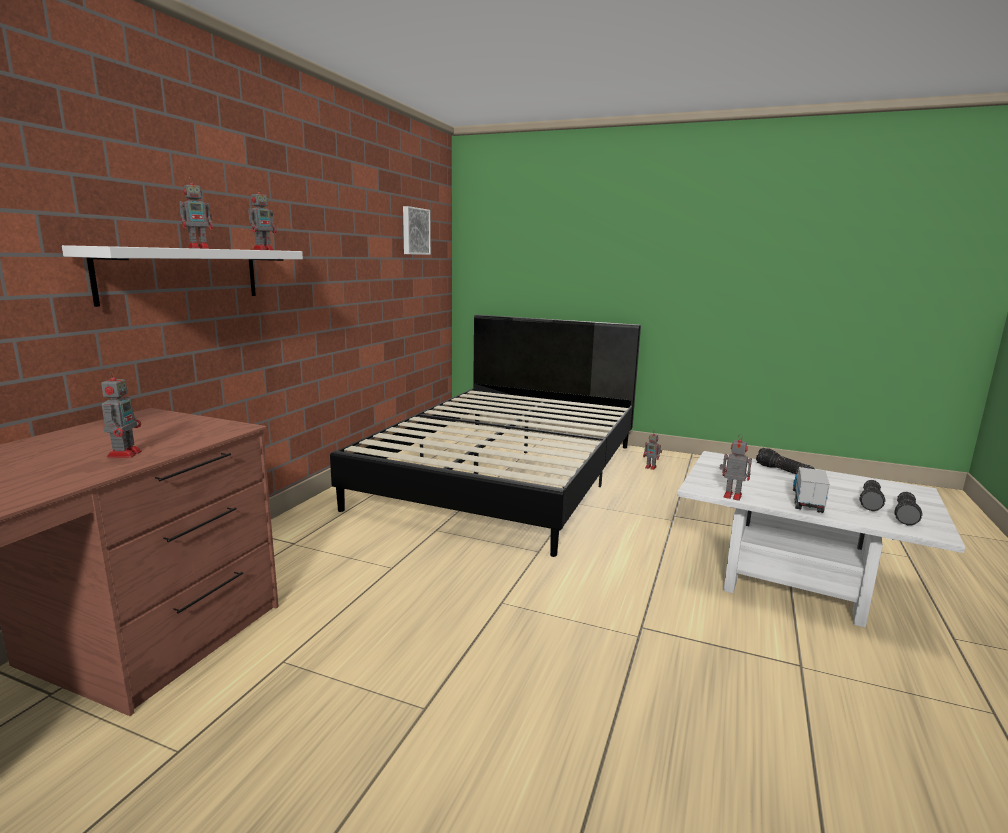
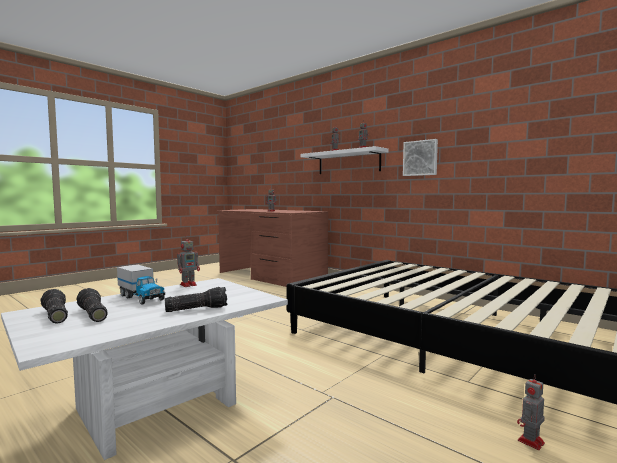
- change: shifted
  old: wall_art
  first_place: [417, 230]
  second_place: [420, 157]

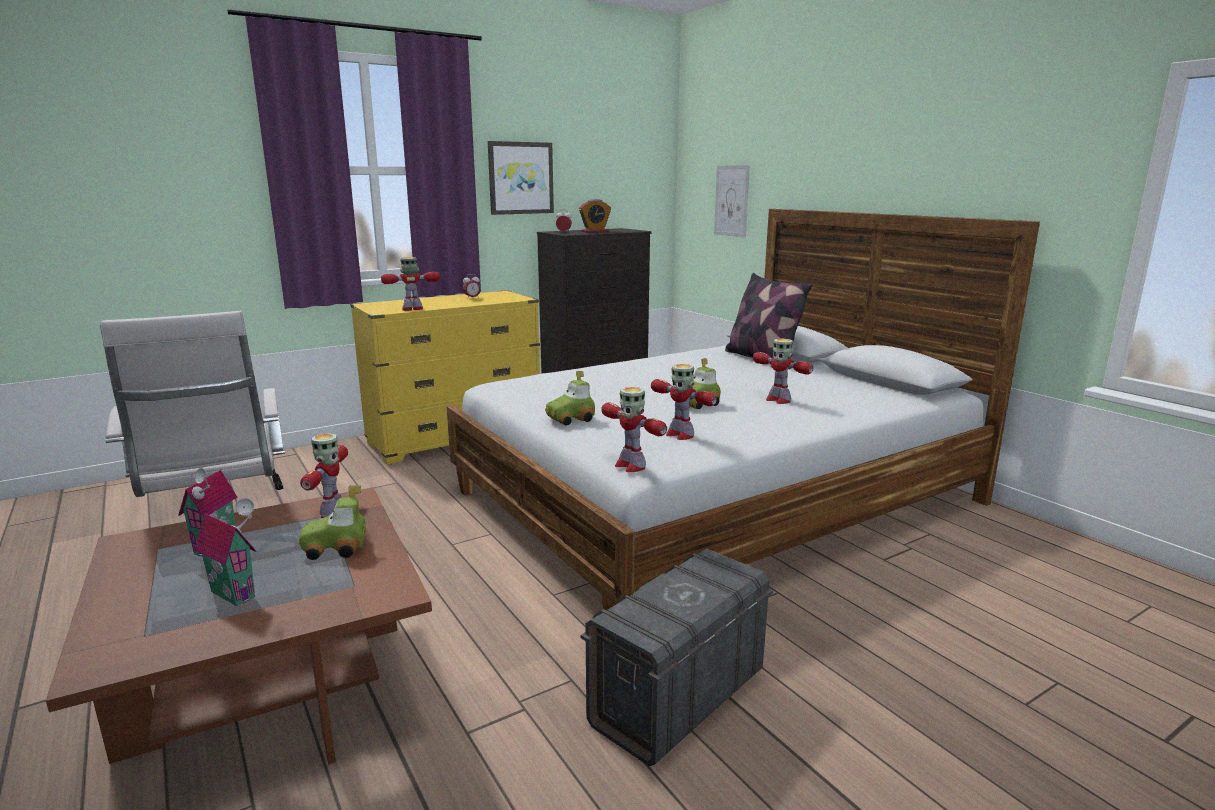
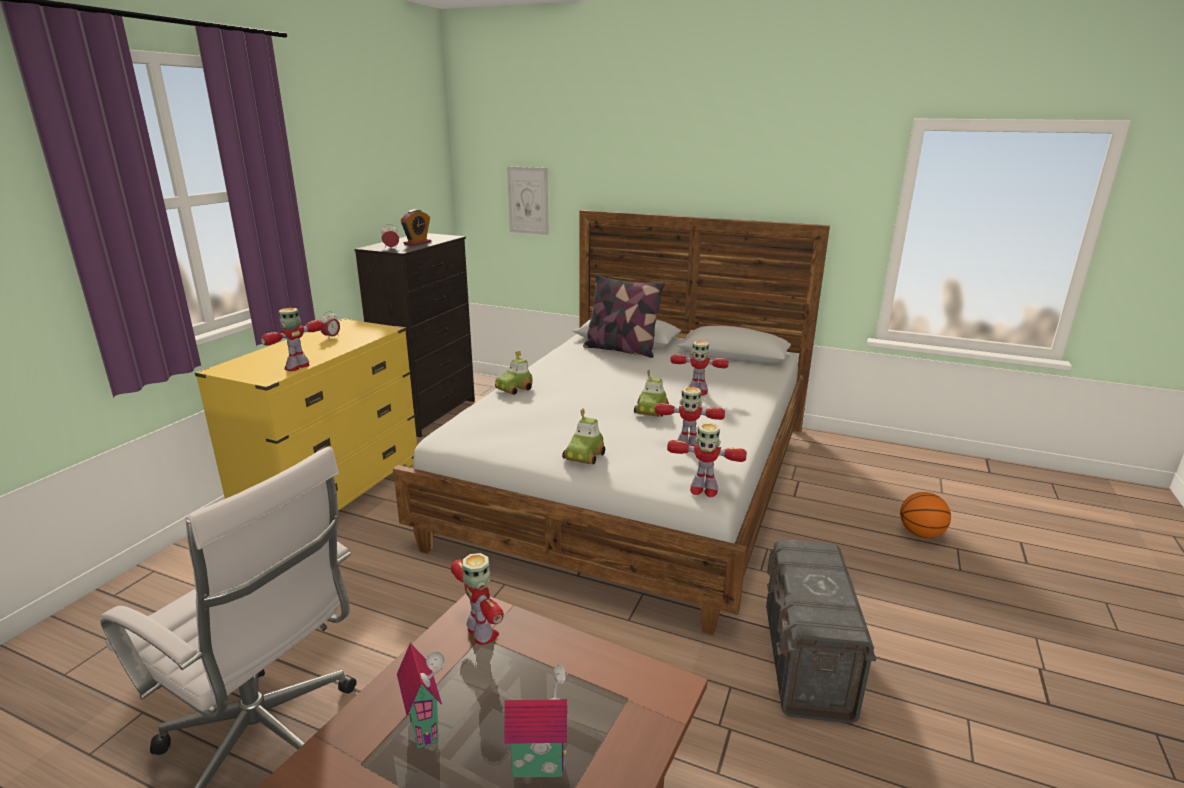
- change: gone
  old: wall_art
  first_place: [521, 178]
- change: shifted
  old: model_car
  first_place: [332, 522]
  second_place: [513, 373]
- change: new
  new: basketball_ball
  second_place: [925, 515]

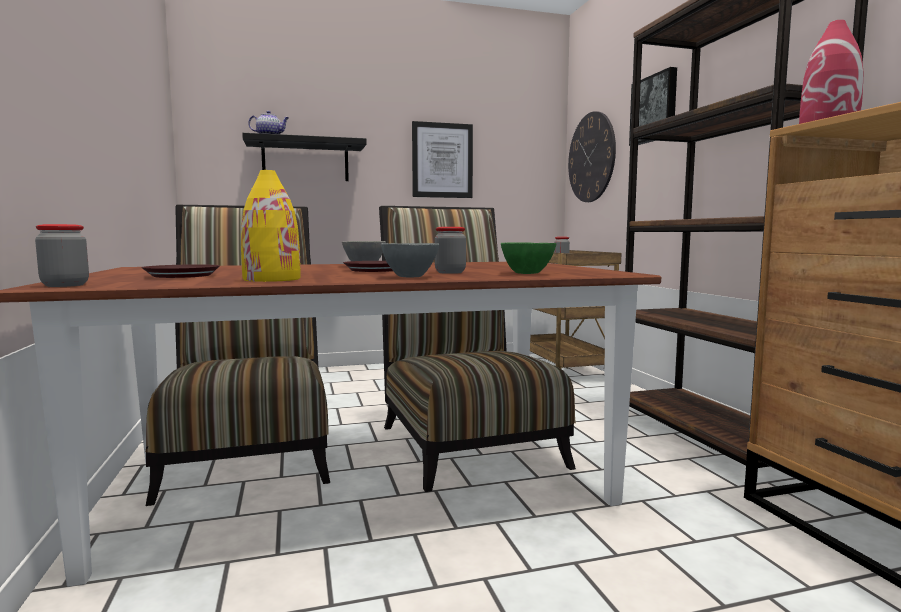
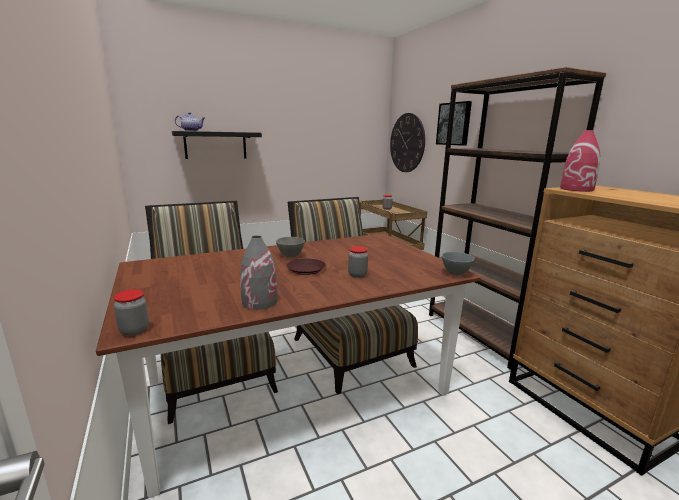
- change: gone
  old: wall_art
  first_place: [442, 159]
- change: repainted
  old: yellow_vase
  new: gray_vase
  first_place: [271, 226]
  second_place: [259, 273]
- change: gone
  old: green_serving_bowl
  first_place: [528, 258]
- change: shifted
  old: gray_serving_bowl
  first_place: [410, 260]
  second_place: [458, 263]
- change: gone
  old: brown_flat_dish
  first_place: [180, 271]

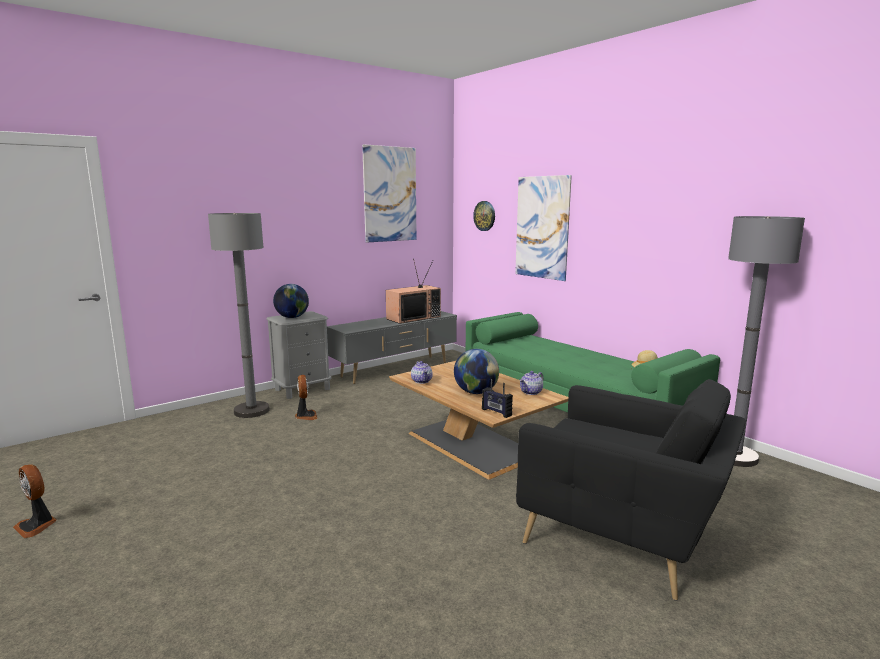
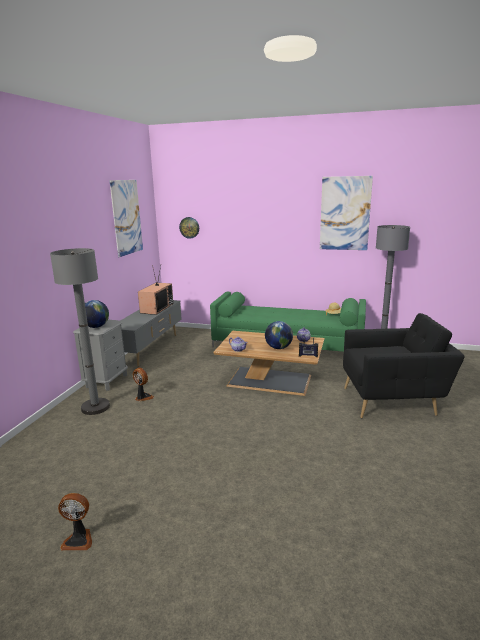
- change: shifted
  old: wall_art
  first_place: [543, 228]
  second_place: [346, 213]

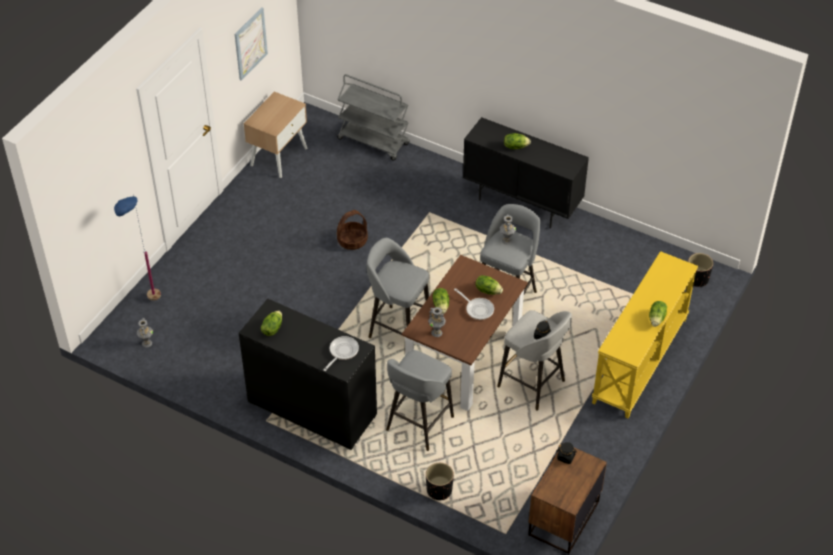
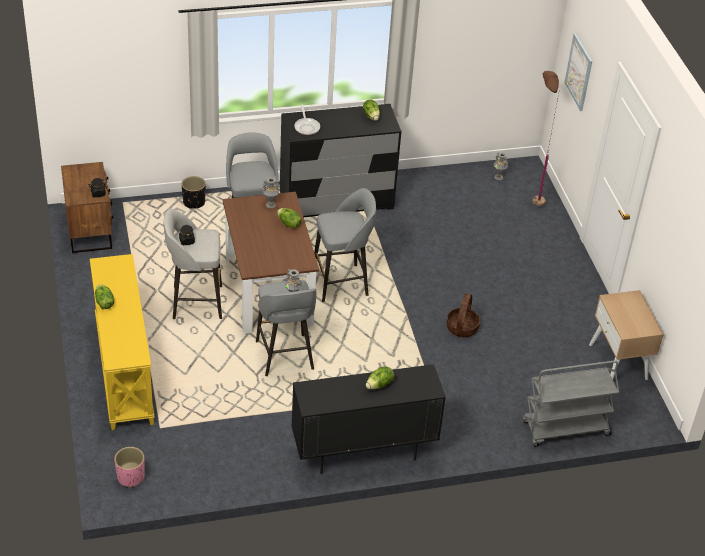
- change: shifted
  old: wall_art
  first_place: [251, 44]
  second_place: [578, 72]
- change: repainted
  old: bluish_standard_lamp
  new: brown_standard_lamp
  first_place: [137, 247]
  second_place: [546, 138]
- change: repainted
  old: black_plant_pot
  new: pinkish_plant_pot
  first_place: [700, 270]
  second_place: [129, 467]
- change: gone
  old: head_of_lettuce
  first_place: [489, 285]
- change: gone
  old: frying_pan
  first_place: [474, 304]

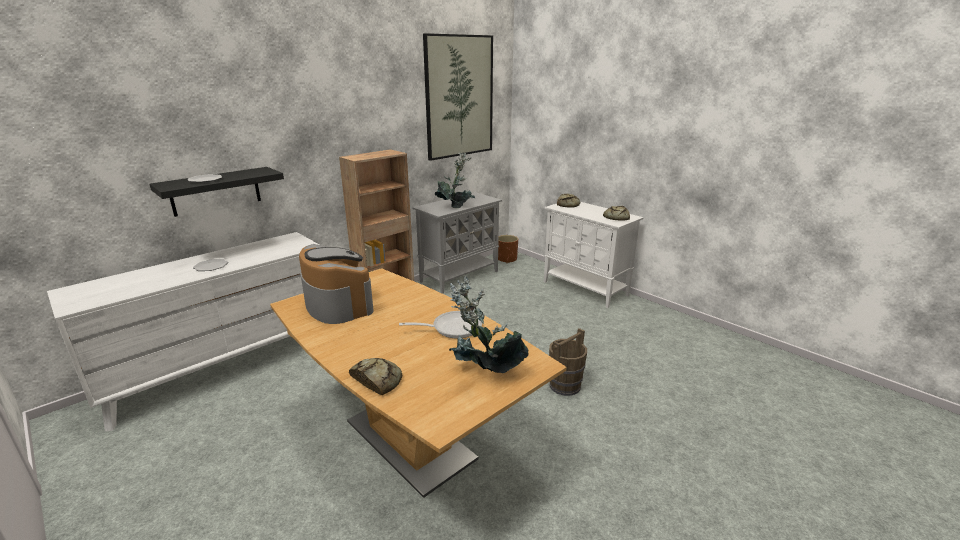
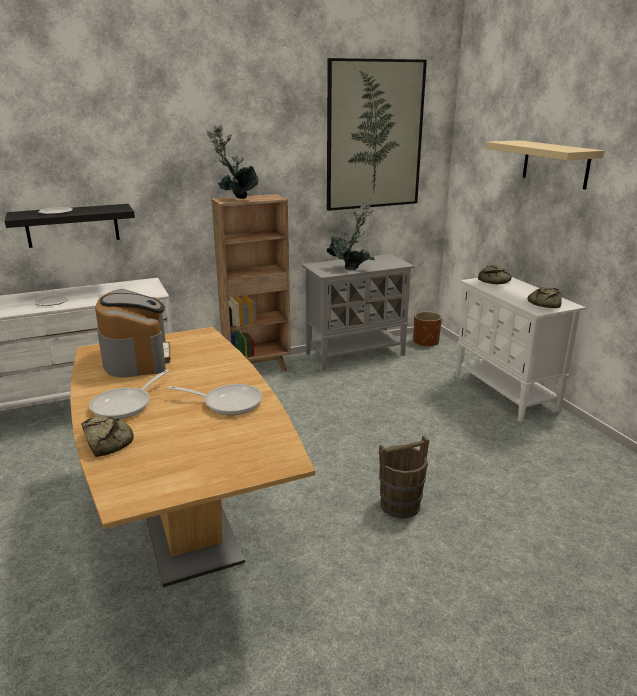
- change: shifted
  old: houseplant
  first_place: [488, 324]
  second_place: [232, 161]
- change: new
  new: beige_shelf
  second_place: [545, 164]
- change: new
  new: frying_pan
  second_place: [129, 394]

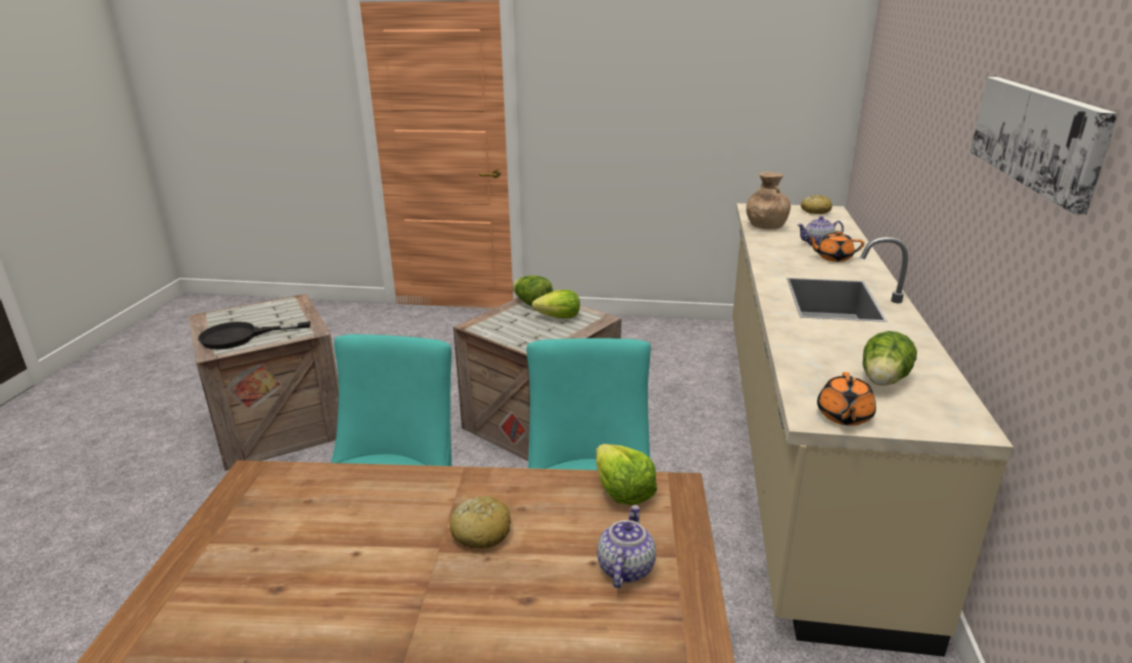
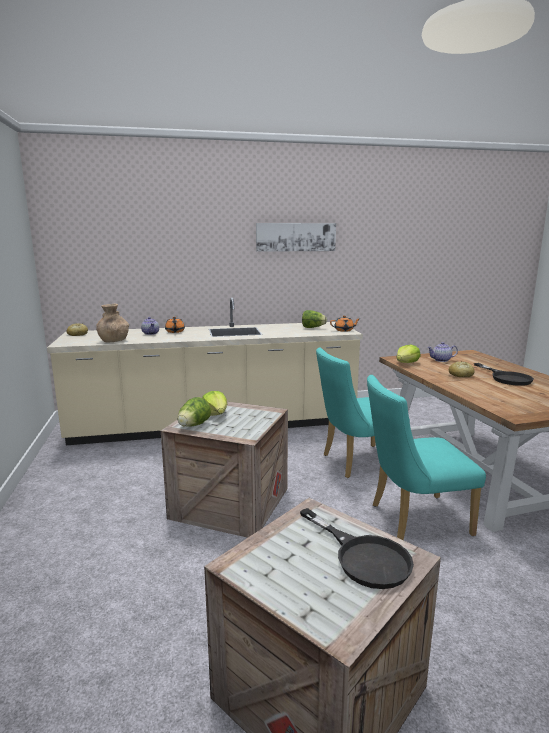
- change: new
  new: black_frying_pan
  second_place: [504, 374]

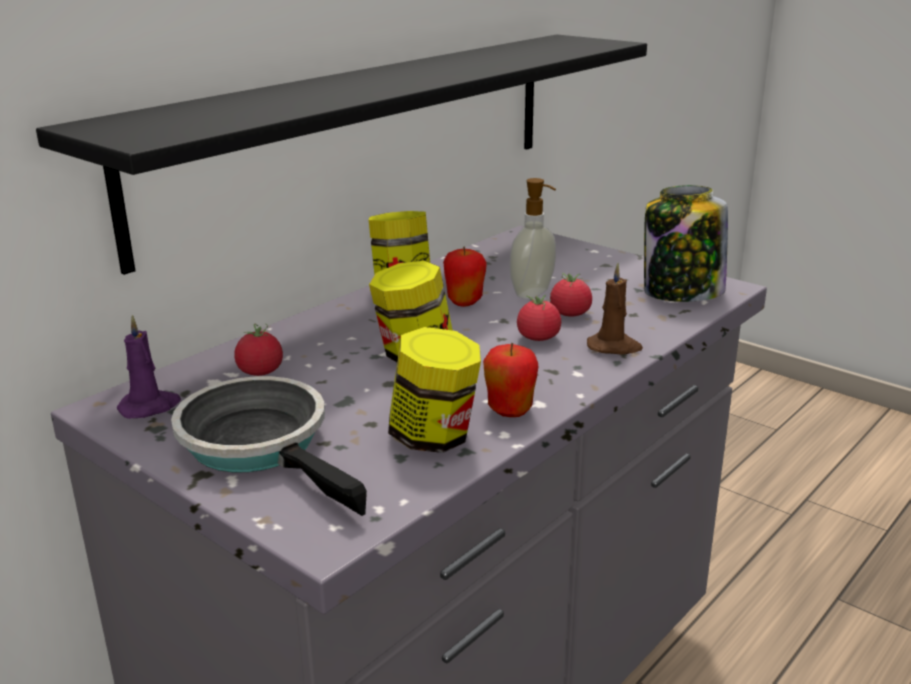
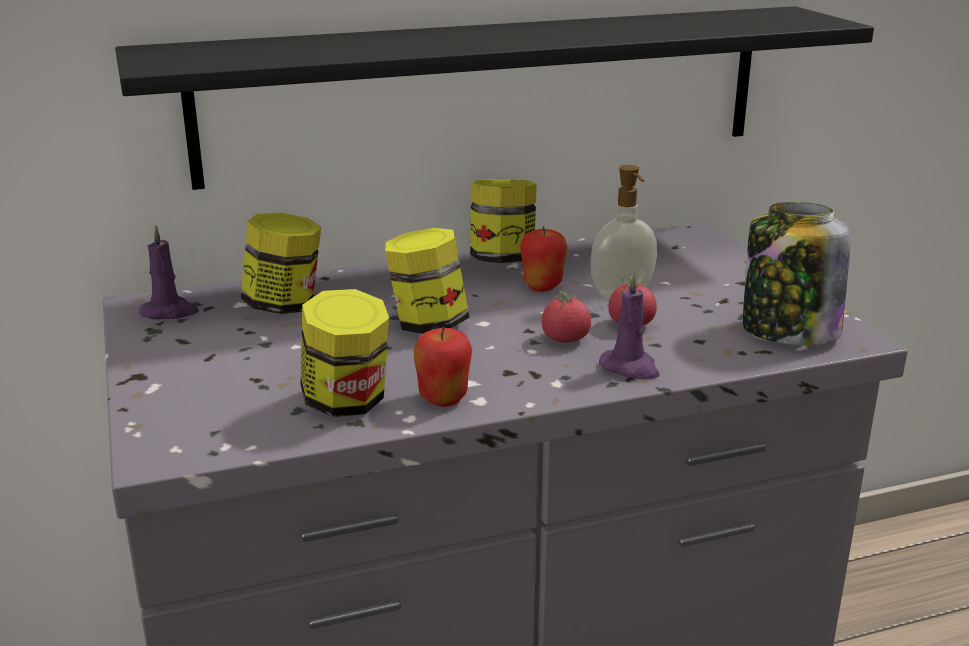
- change: repainted
  old: brown_candle
  new: purple_candle
  first_place: [615, 309]
  second_place: [629, 325]
- change: swapped
  old: fresh_tomato
  new: storage_jar
  first_place: [258, 350]
  second_place: [281, 263]
- change: gone
  old: frying_pan
  first_place: [269, 446]

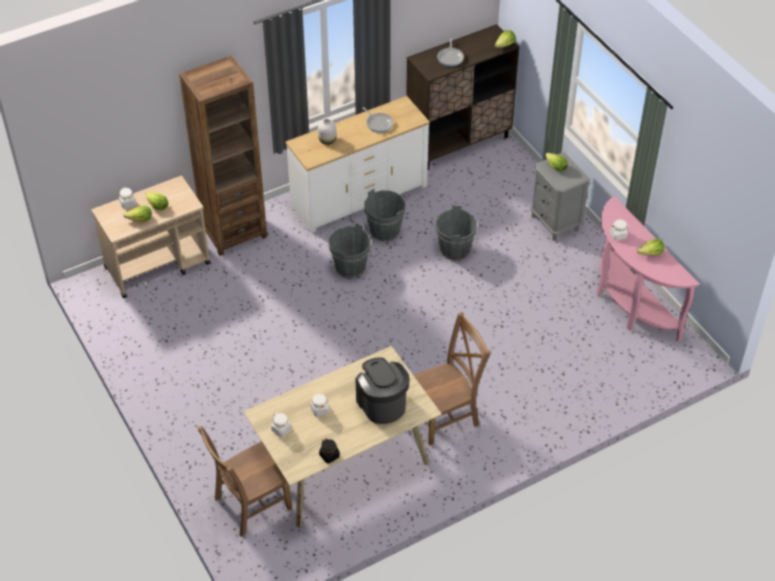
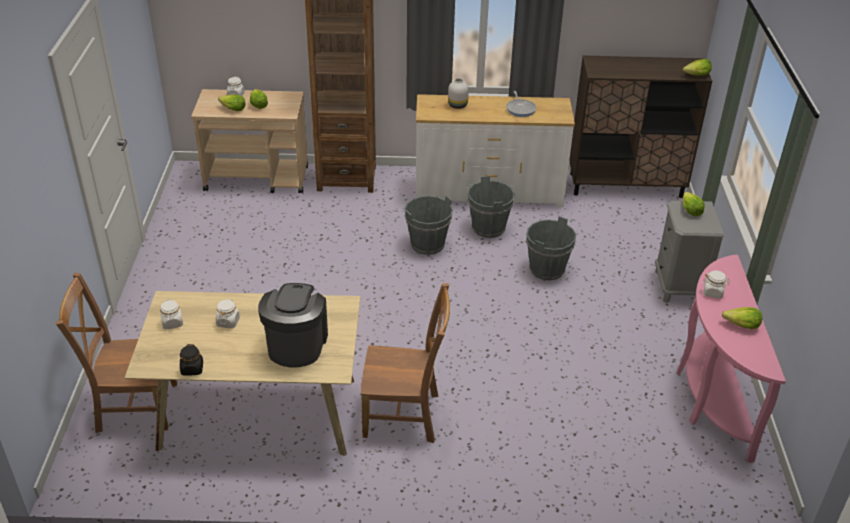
- change: gone
  old: frying_pan
  first_place: [450, 53]

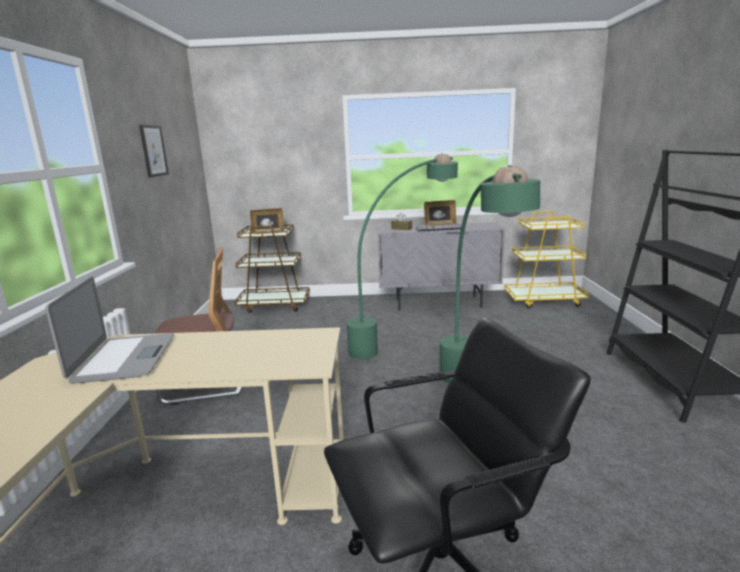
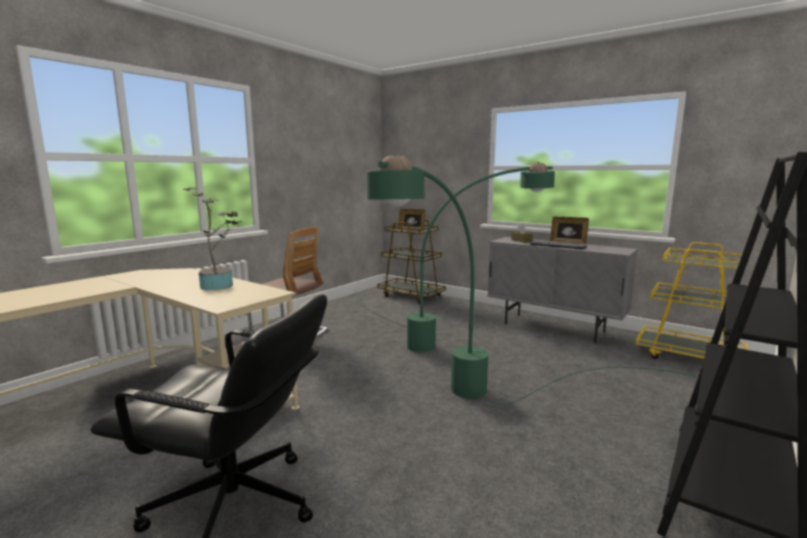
- change: gone
  old: wall_art
  first_place: [154, 151]
- change: gone
  old: notebook_computer
  first_place: [109, 330]
- change: new
  new: houseplant
  second_place: [212, 238]

